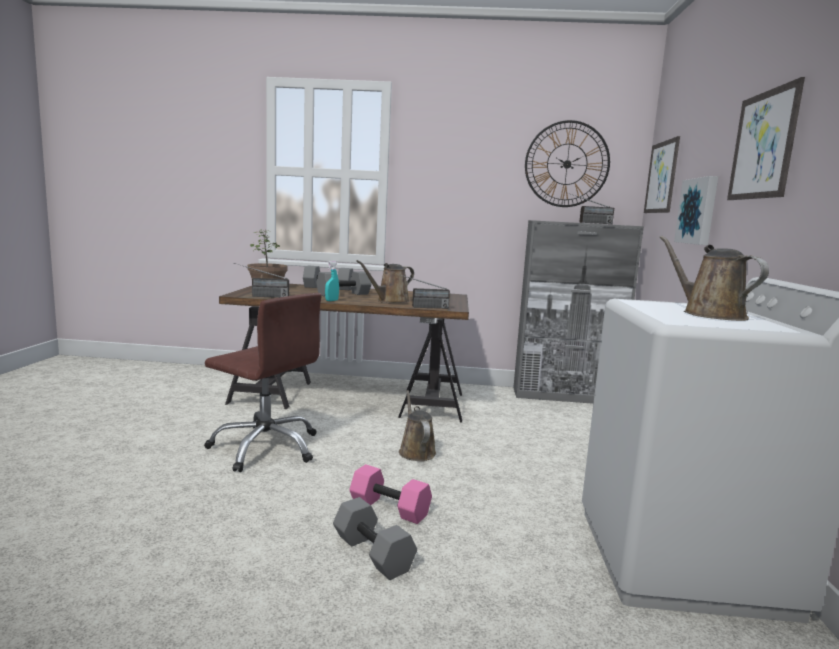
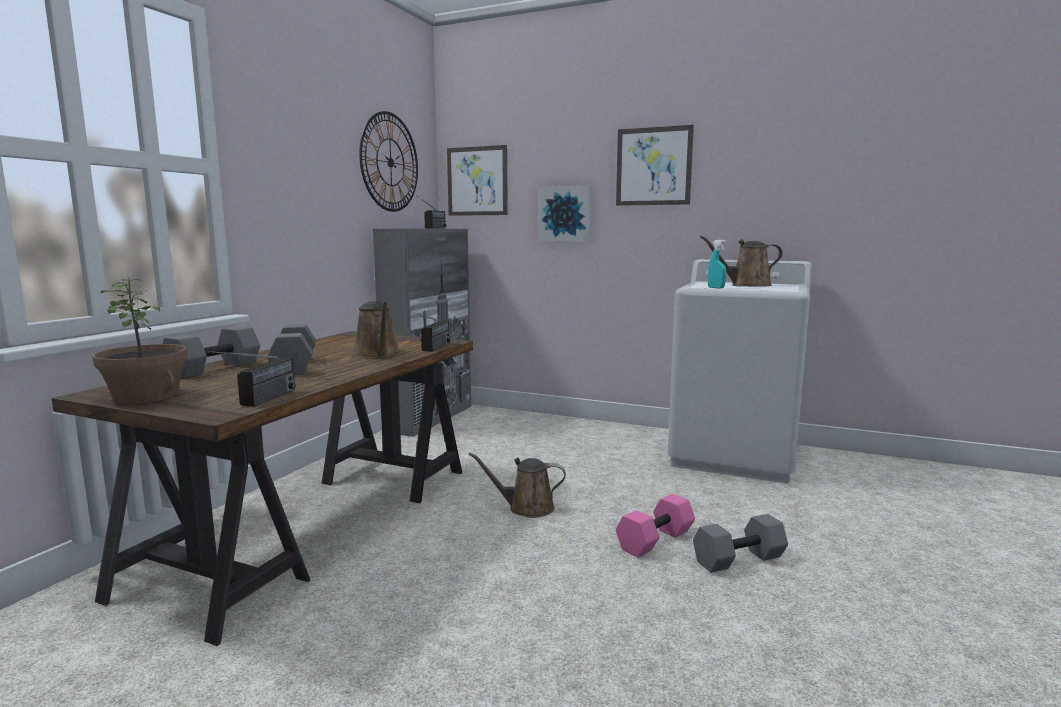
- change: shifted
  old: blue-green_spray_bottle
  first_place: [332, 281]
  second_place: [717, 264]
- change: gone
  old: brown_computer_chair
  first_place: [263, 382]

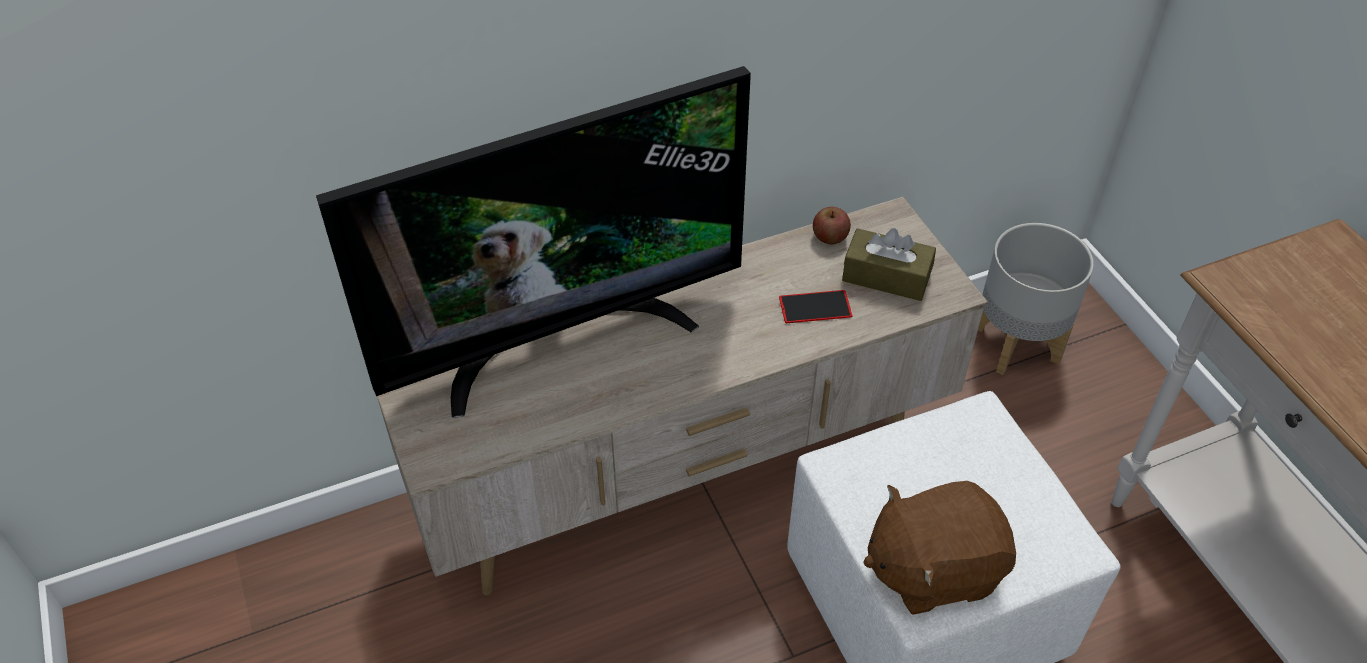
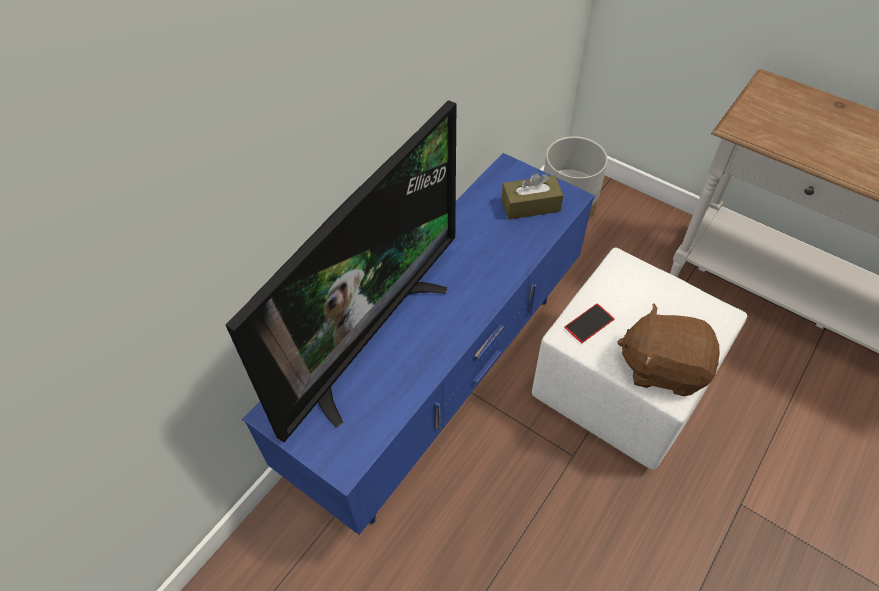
- change: repainted
  old: beige_media_console
  new: bluish_media_console
  first_place: [682, 396]
  second_place: [418, 344]
- change: gone
  old: whole_apple
  first_place: [832, 225]
- change: shifted
  old: handset
  first_place: [816, 306]
  second_place: [589, 323]
- change: rotated
  old: brown_cuddly_toy
  first_place: [940, 548]
  second_place: [668, 349]
  degrees: 60

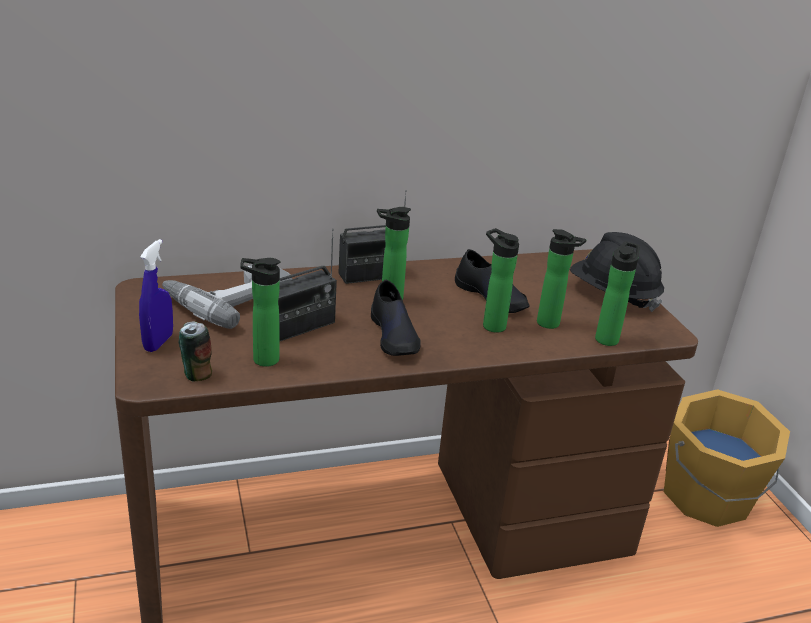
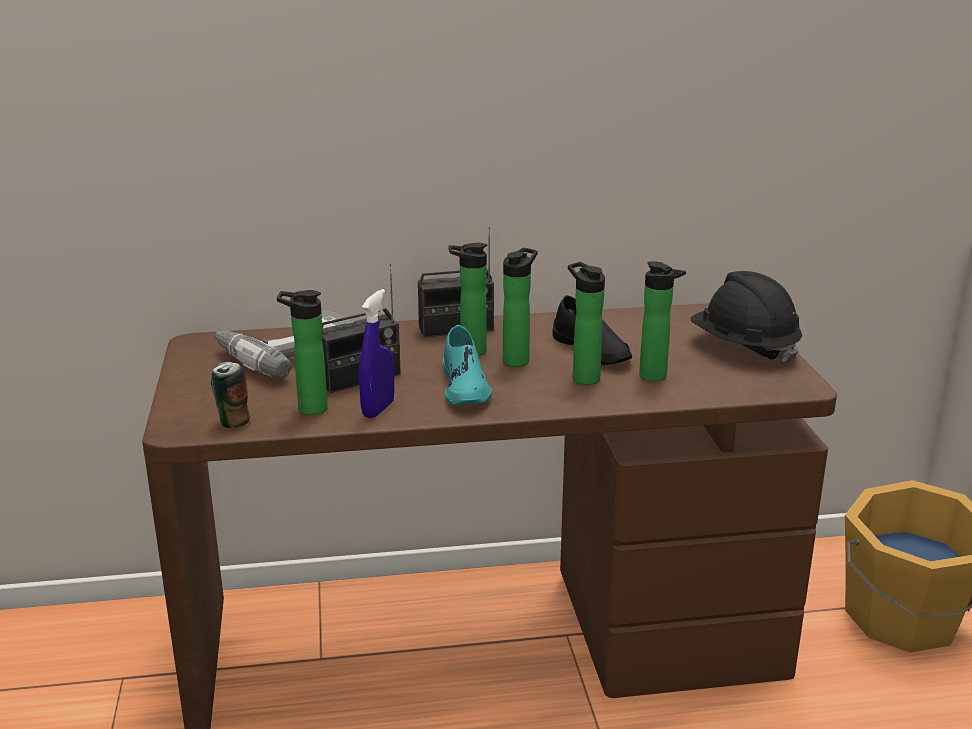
- change: shifted
  old: bluish_spray_bottle
  first_place: [156, 295]
  second_place: [376, 353]
- change: shifted
  old: bottle
  first_place: [617, 293]
  second_place: [520, 307]
- change: repainted
  old: black_low_shoe
  new: blue-green_low_shoe
  first_place: [396, 318]
  second_place: [467, 365]

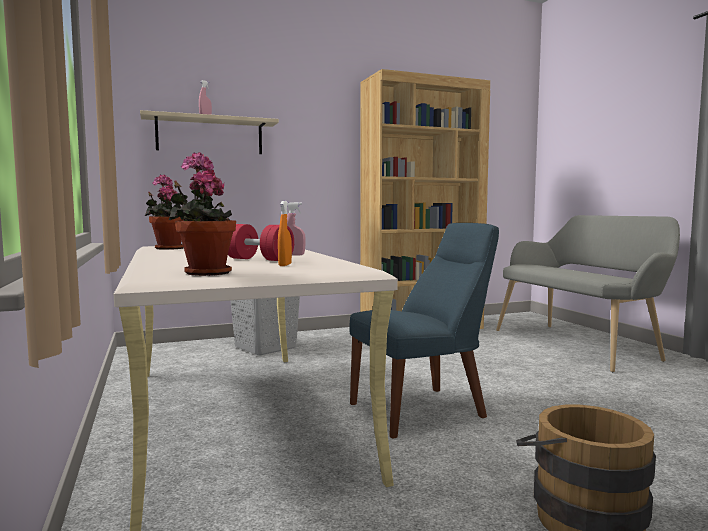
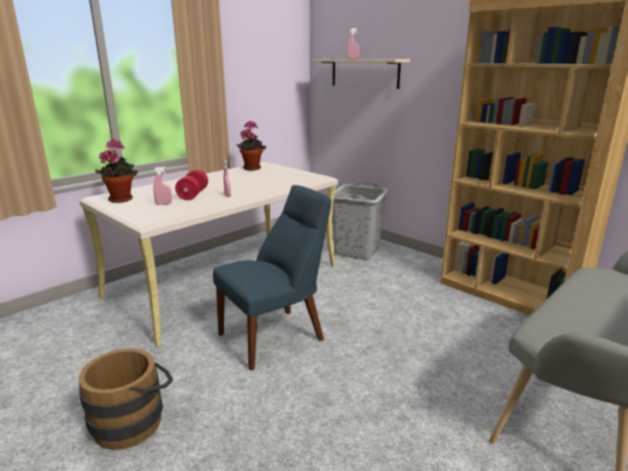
- change: repainted
  old: orange-coloured_spray_bottle
  new: pinkish_spray_bottle
  first_place: [285, 233]
  second_place: [162, 186]
- change: rotated
  old: bluish_upright_chair
  first_place: [424, 330]
  second_place: [272, 278]
  degrees: -75

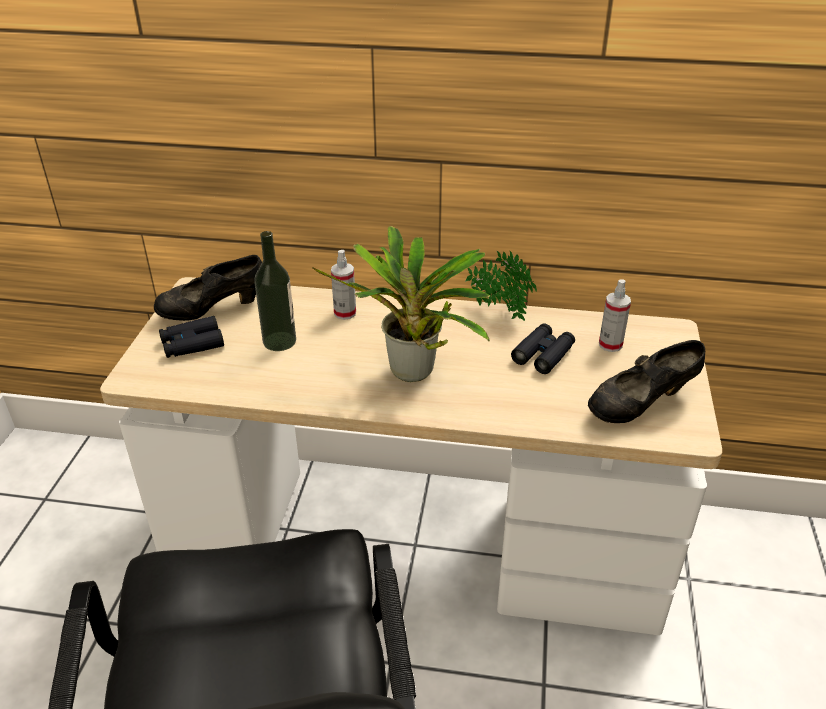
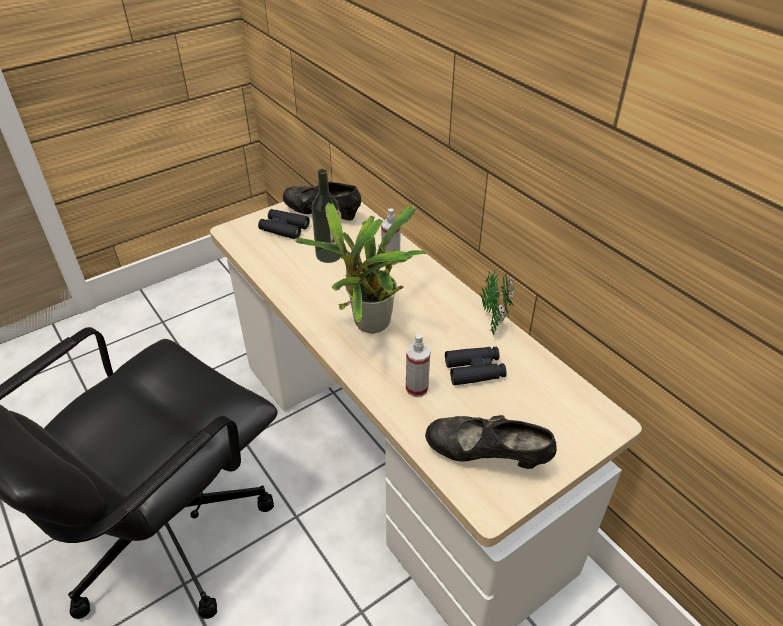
- change: shifted
  old: spray_bottle
  first_place: [615, 315]
  second_place: [418, 365]

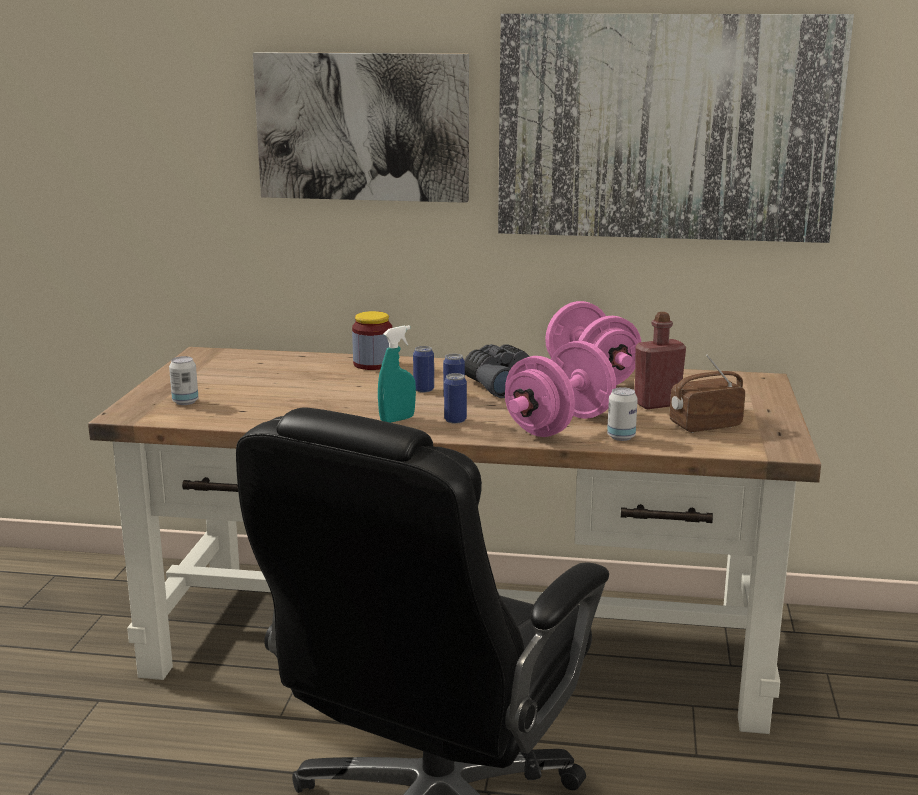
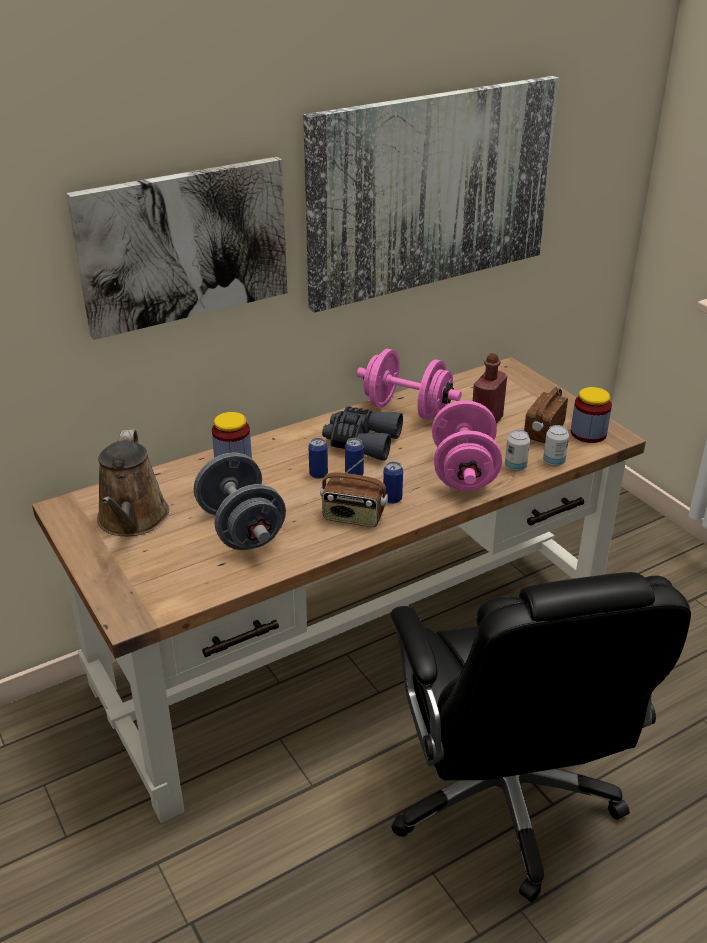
- change: swapped
  old: blue-green_spray_bottle
  new: radio_receiver
  first_place: [397, 374]
  second_place: [354, 491]
- change: shifted
  old: can
  first_place: [184, 380]
  second_place: [556, 445]
- change: new
  new: storage_jar
  second_place: [591, 415]
- change: new
  new: brown_sprinkling_can
  second_place: [133, 482]
- change: new
  new: gray_dumbbell
  second_place: [240, 501]

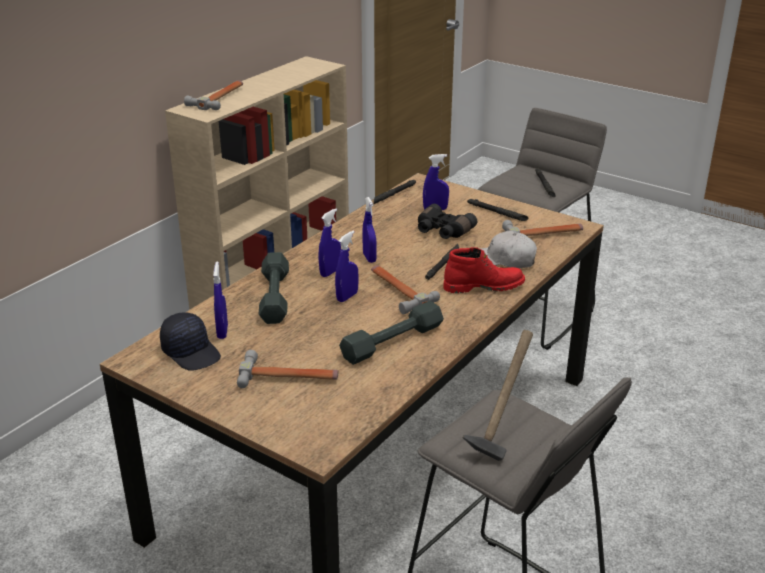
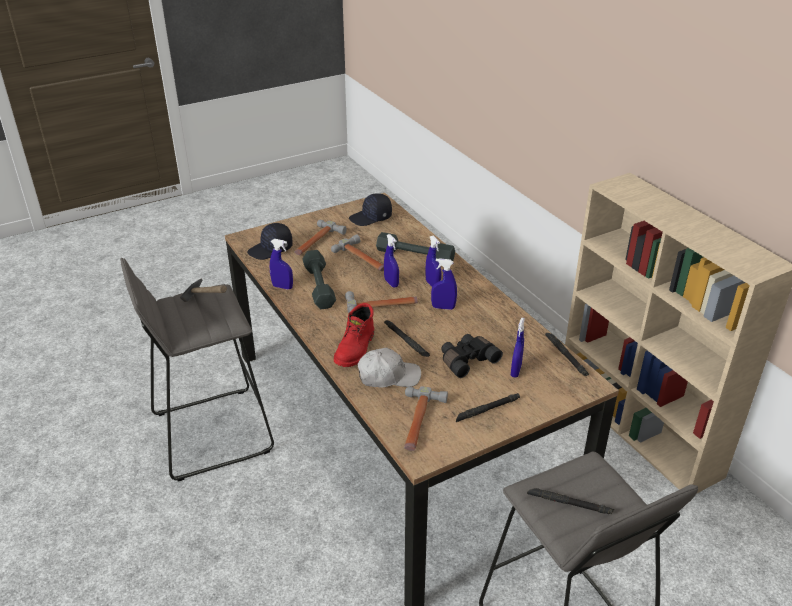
- change: shifted
  old: hammer
  first_place: [213, 95]
  second_place: [357, 252]
- change: rotated
  old: whitish_cap
  first_place: [508, 249]
  second_place: [389, 368]
  degrees: 45
- change: shifted
  old: bluish_spray_bottle
  first_place: [220, 300]
  second_place: [281, 264]
- change: new
  new: black_cap
  second_place: [270, 241]

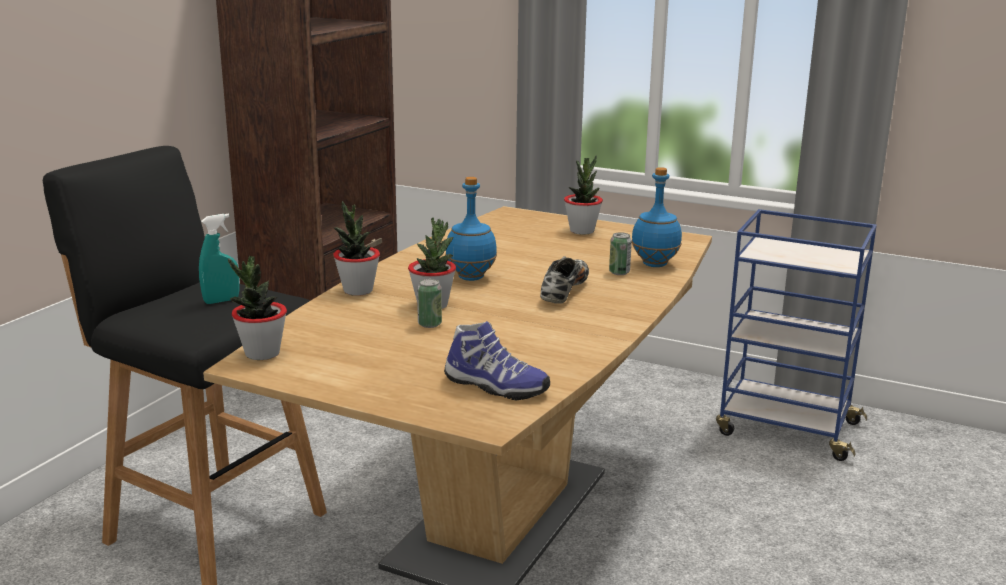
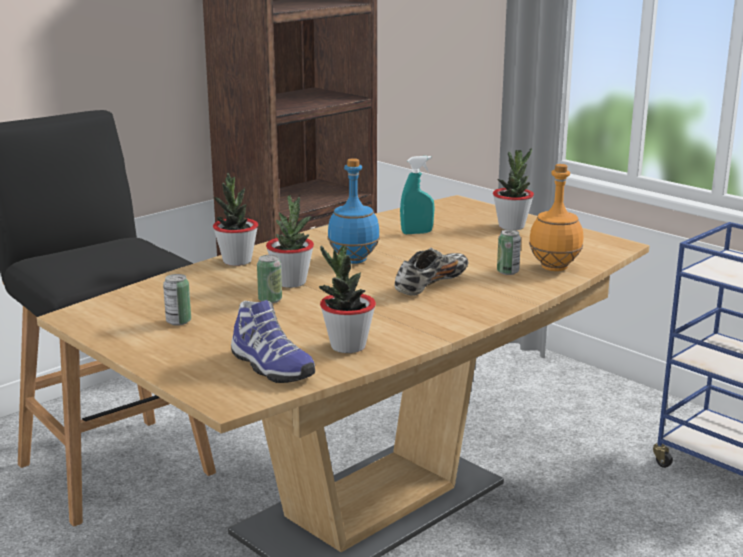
- change: repainted
  old: bluish_bottle
  new: orange-coloured_bottle
  first_place: [657, 217]
  second_place: [556, 217]
- change: shifted
  old: blue-green_spray_bottle
  first_place: [219, 259]
  second_place: [417, 195]
- change: shifted
  old: houseplant
  first_place: [257, 308]
  second_place: [347, 299]
- change: new
  new: can
  second_place: [177, 300]

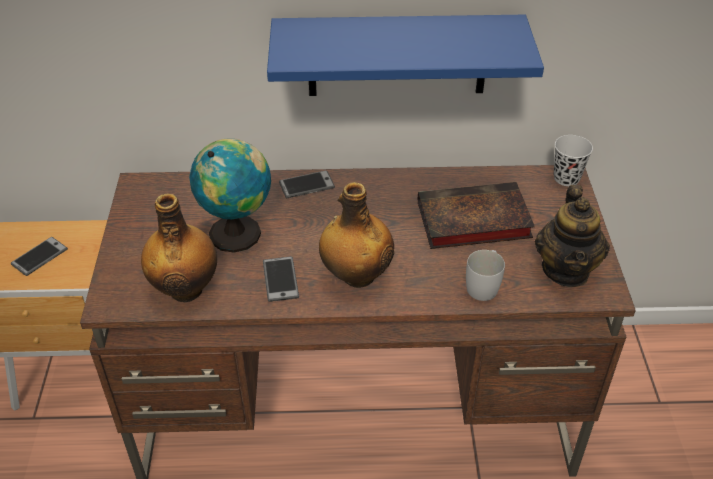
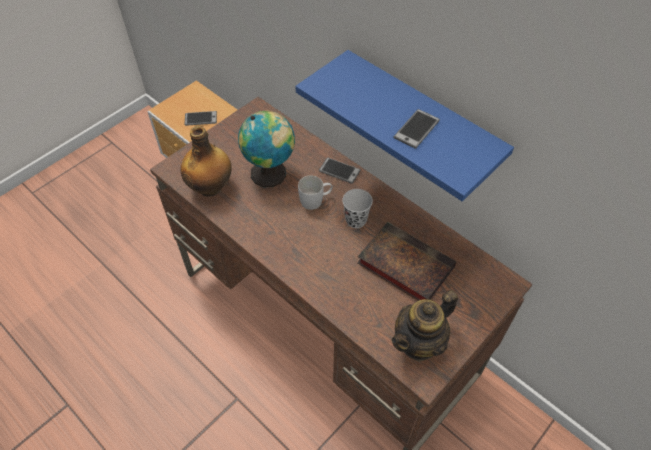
- change: shifted
  old: black_small_cup
  first_place: [573, 160]
  second_place: [357, 208]
- change: gone
  old: bottle
  first_place: [356, 235]
- change: shifted
  old: whitish_coffee_mug
  first_place: [485, 275]
  second_place: [315, 192]
- change: shifted
  old: handset
  first_place: [281, 279]
  second_place: [416, 129]

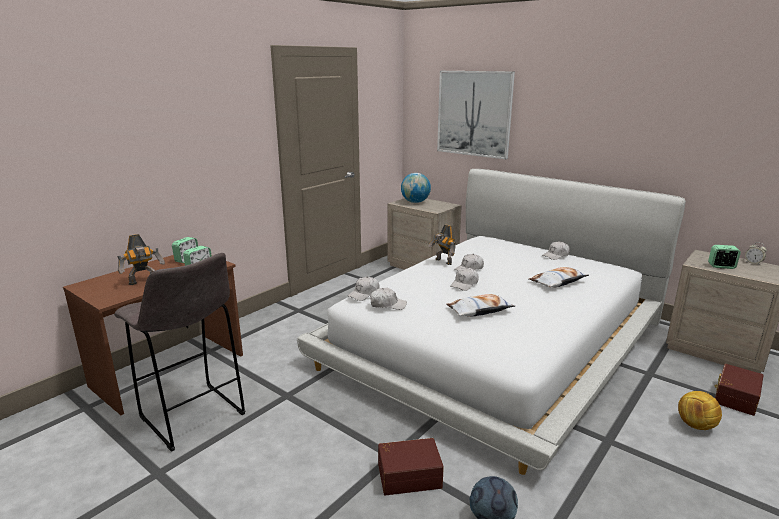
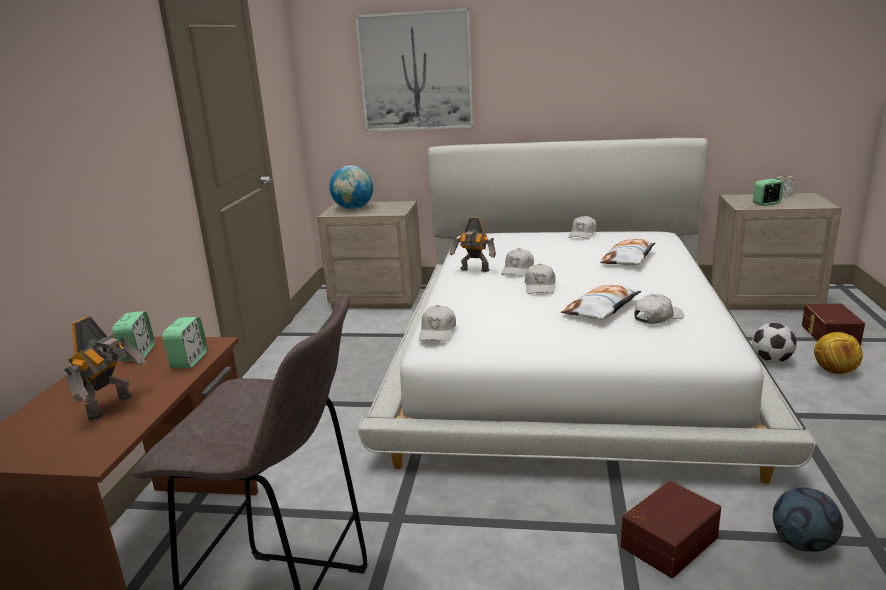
- change: shifted
  old: whitish_cap
  first_place: [388, 298]
  second_place: [659, 309]
- change: new
  new: football_ball
  second_place: [774, 343]

